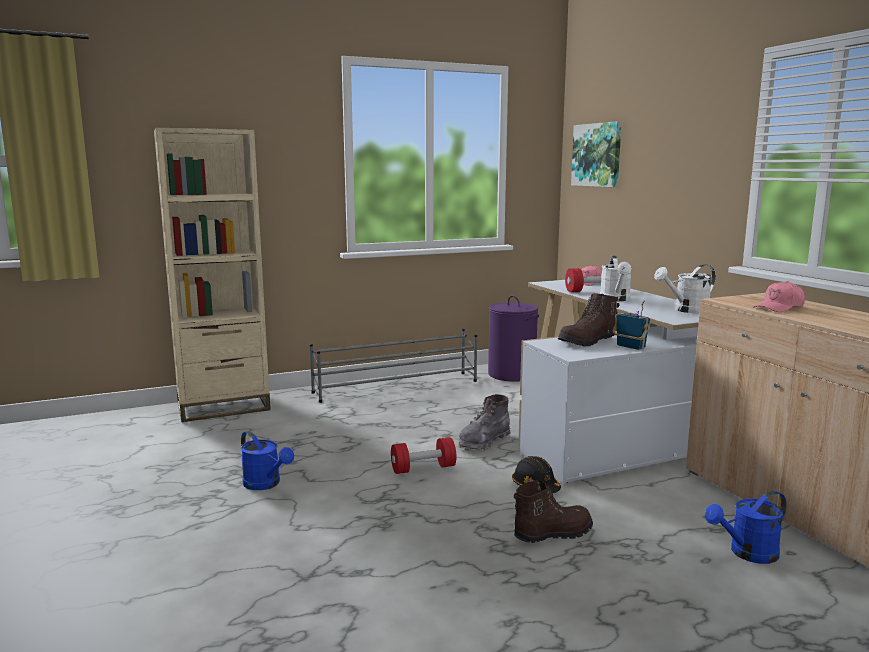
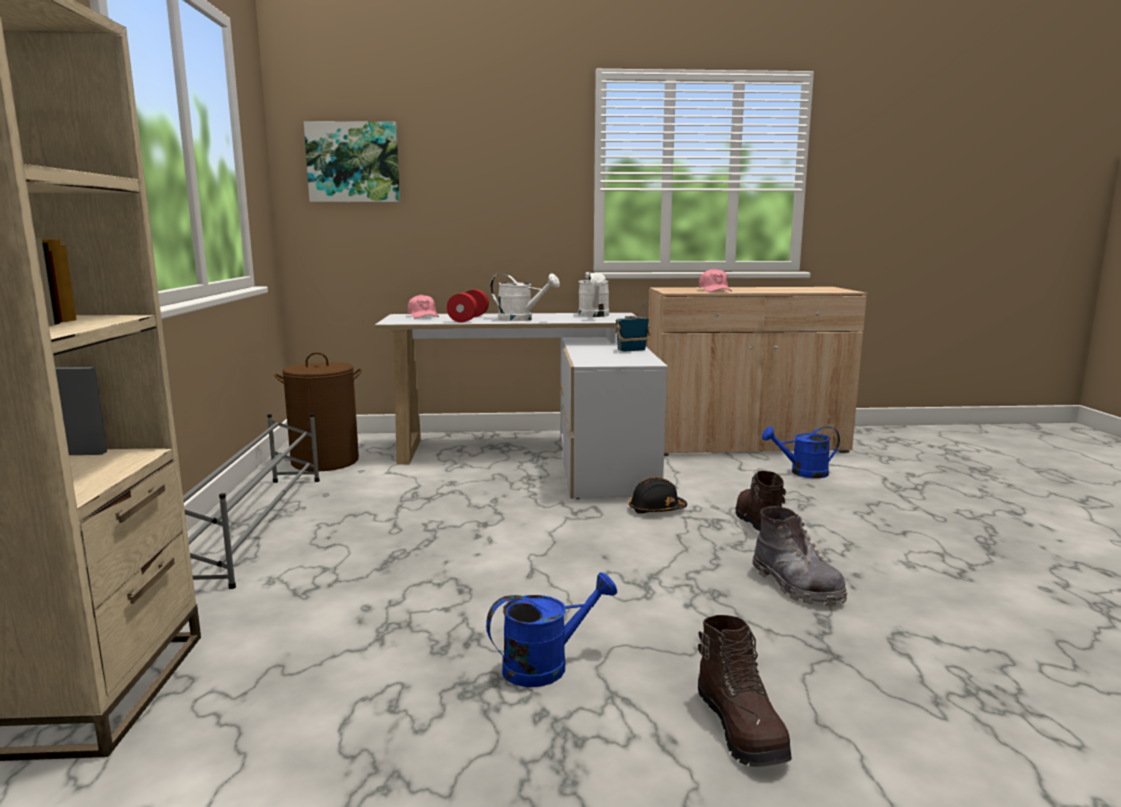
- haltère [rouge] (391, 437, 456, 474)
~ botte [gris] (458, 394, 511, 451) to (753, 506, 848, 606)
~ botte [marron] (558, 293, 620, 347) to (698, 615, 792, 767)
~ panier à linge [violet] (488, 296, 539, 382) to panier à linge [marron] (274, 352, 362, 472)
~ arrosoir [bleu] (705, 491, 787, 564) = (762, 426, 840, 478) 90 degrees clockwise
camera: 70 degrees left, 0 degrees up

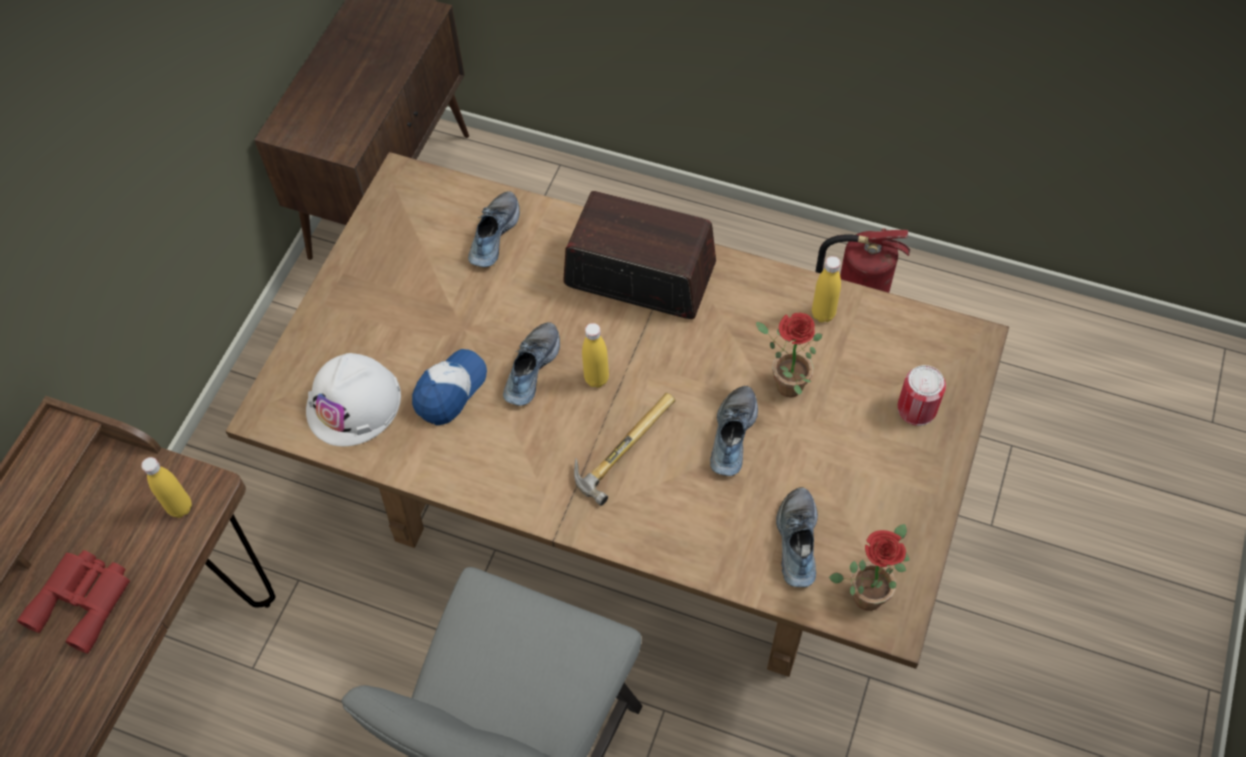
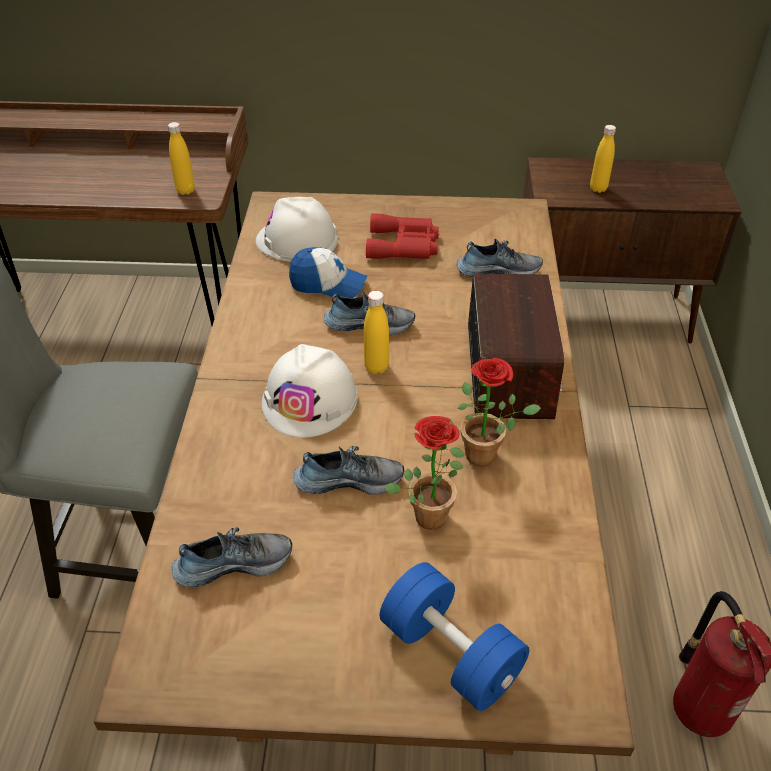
~ jumelles [rouge] (17, 550, 130, 654) to (366, 213, 439, 259)
~ bouteille [jaune] (812, 256, 841, 322) to (590, 125, 616, 193)
~ plante en pot (829, 524, 910, 611) to (458, 358, 541, 466)
~ marteau (574, 393, 675, 506) to casque de chantier [blanc] (261, 344, 358, 438)
~ boîte métallique (898, 365, 946, 426) to haltère [bleu] (380, 562, 530, 711)
camera: 70 degrees right, 15 degrees down

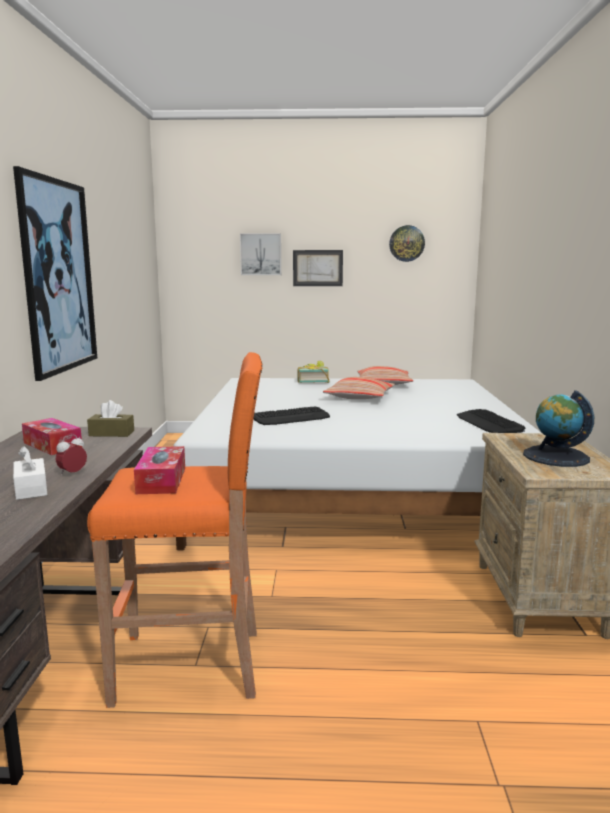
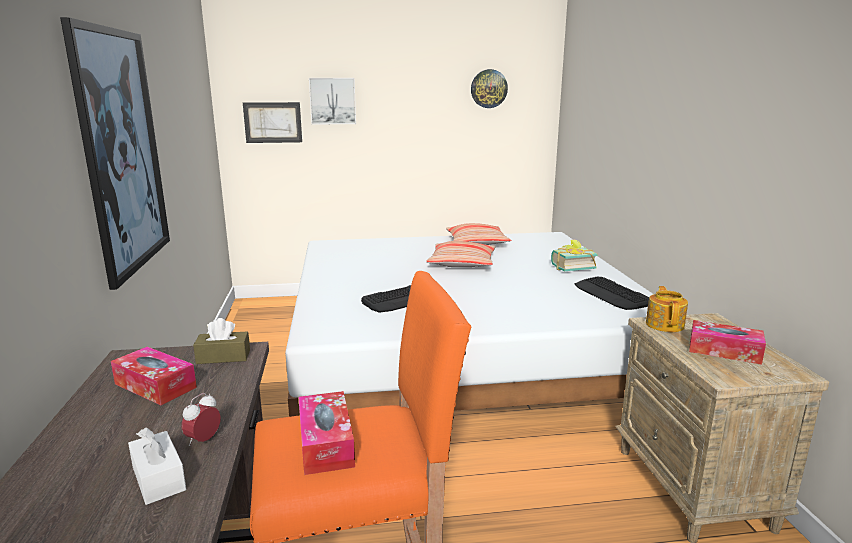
+ théière (646, 286, 688, 332)
~ tableau (293, 250, 343, 286) to (243, 102, 302, 143)
~ livre (297, 361, 330, 383) to (551, 240, 598, 271)
~ globe (523, 390, 594, 467) to boîte à mouchoirs (689, 320, 766, 365)
camera: 10 degrees left, 5 degrees up

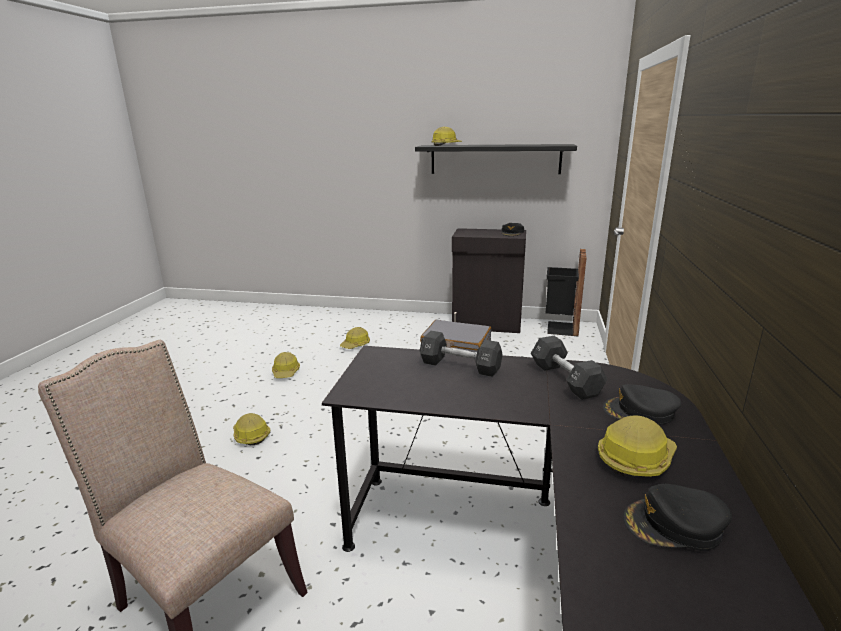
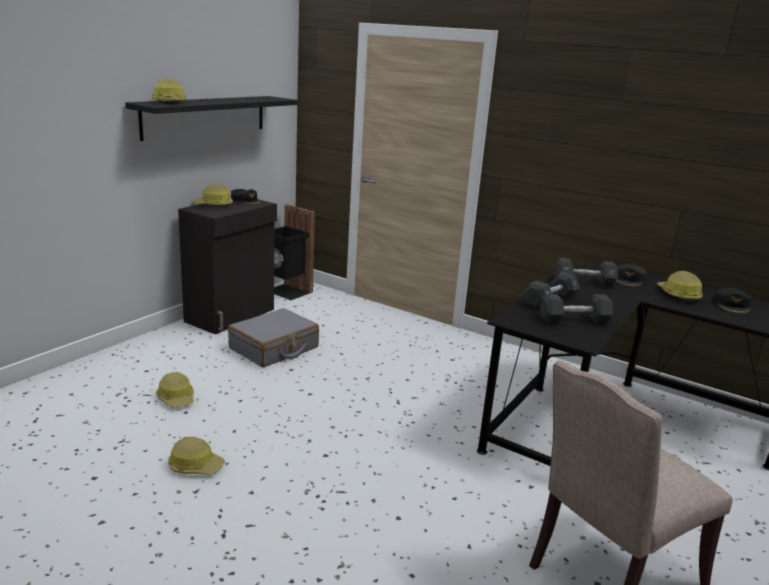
+ haltère [noir] (540, 294, 613, 324)
~ casque de chantier (233, 413, 270, 445) to (193, 184, 233, 206)
camera: 70 degrees left, 0 degrees up

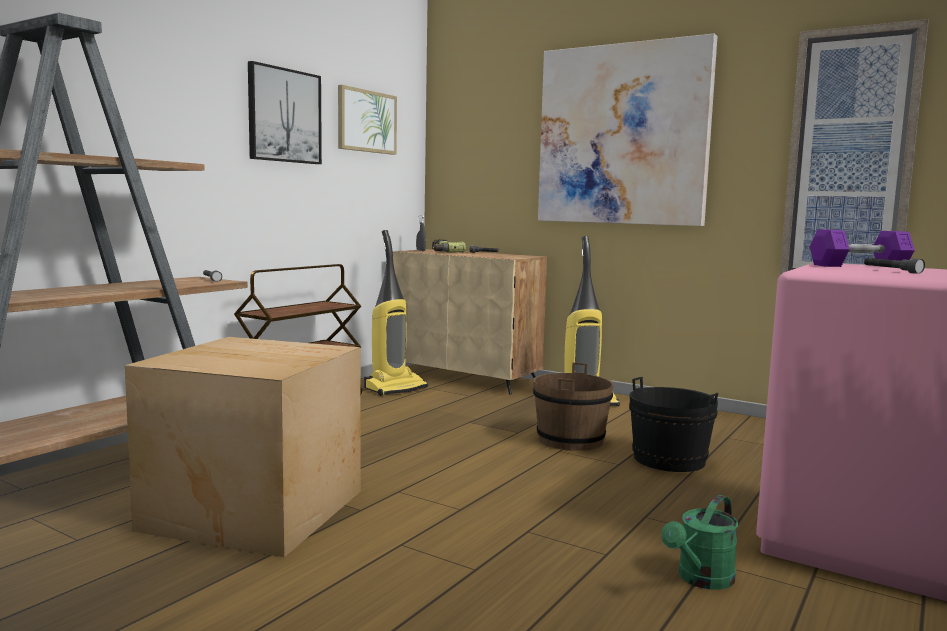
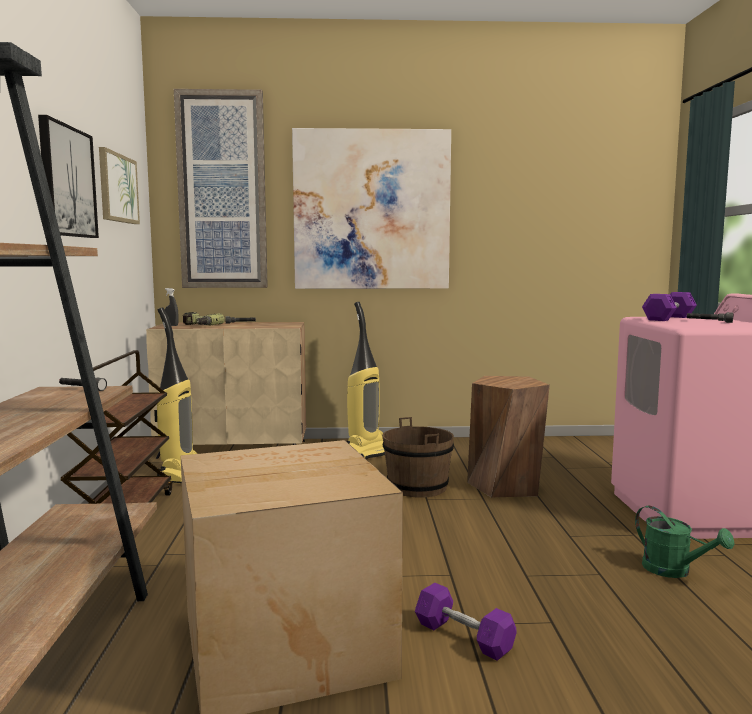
+ haltère [violet] (415, 583, 517, 661)
~ tableau (780, 19, 929, 275) to (174, 89, 268, 288)
~ seau [noir] (629, 377, 718, 472) to tabouret [marron] (467, 376, 550, 497)
~ arrosoir [vert] (661, 495, 738, 589) = (635, 506, 735, 578) 45 degrees counterclockwise
camera: 35 degrees left, 0 degrees up

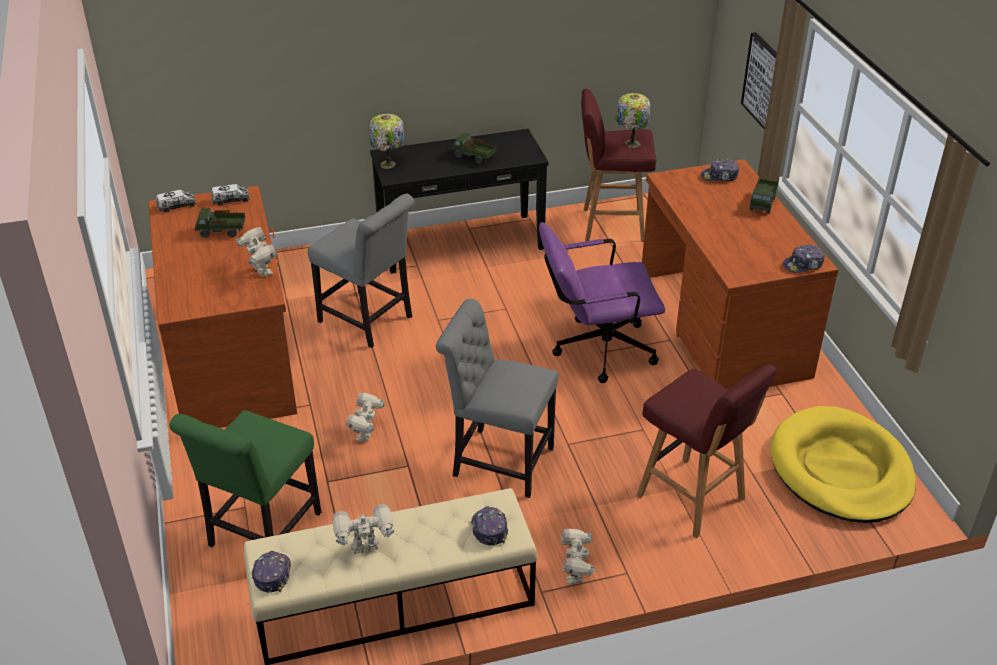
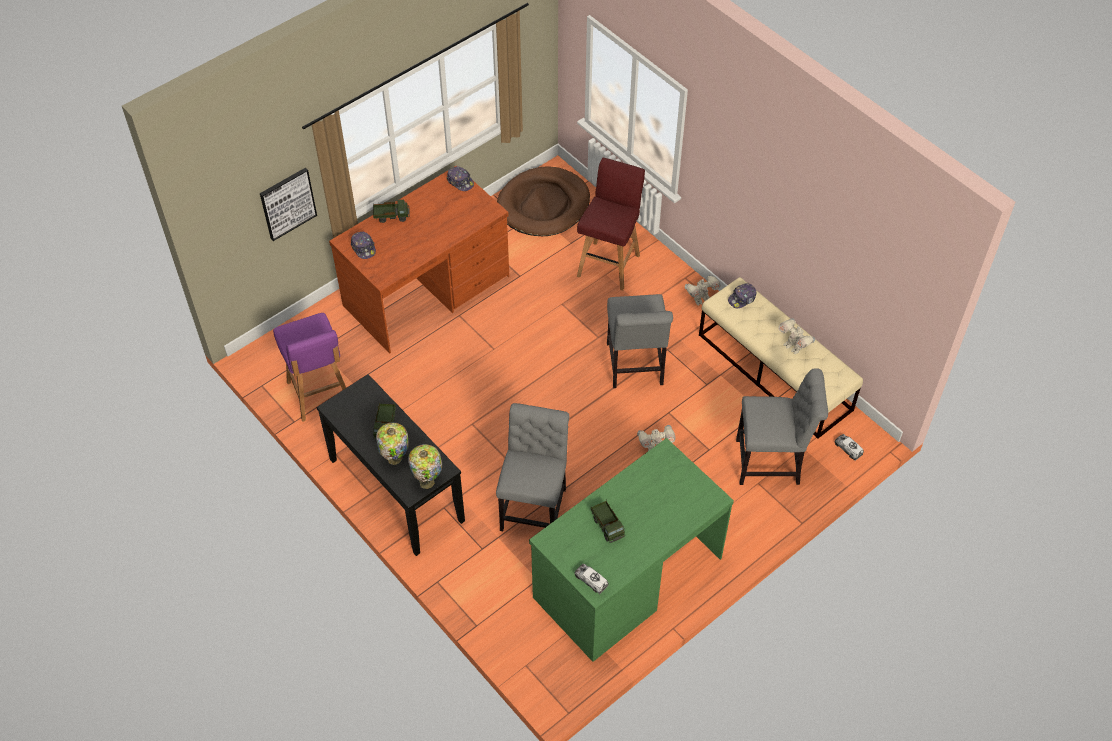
- robot jouet (237, 227, 277, 277)
- casquette (252, 551, 291, 593)
- chaise de bureau [violet] (539, 222, 665, 383)
~ camion jouet (211, 184, 250, 206) to (835, 434, 864, 461)
~ lampe de table (615, 93, 651, 148) to (376, 423, 409, 465)
~ bureau [marron] (148, 186, 297, 428) to bureau [vert] (529, 438, 734, 662)
~ chaise [vert] (169, 410, 321, 547) to chaise [gris] (736, 368, 828, 485)
~ tabouret [rouge] (581, 89, 656, 242) to tabouret [violet] (273, 313, 346, 422)
~ panier pour chien [jaune] (771, 406, 916, 523) to panier pour chien [marron] (497, 166, 590, 236)
camera: 115 degrees left, 15 degrees up

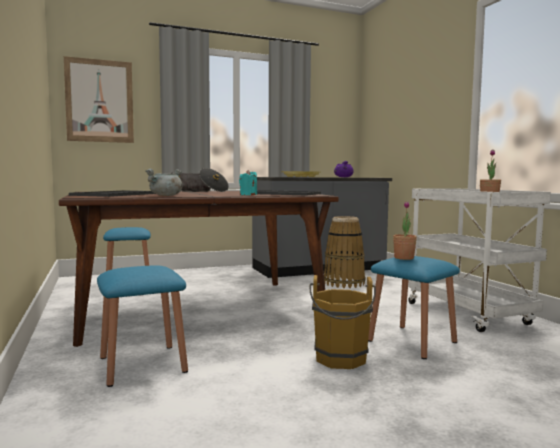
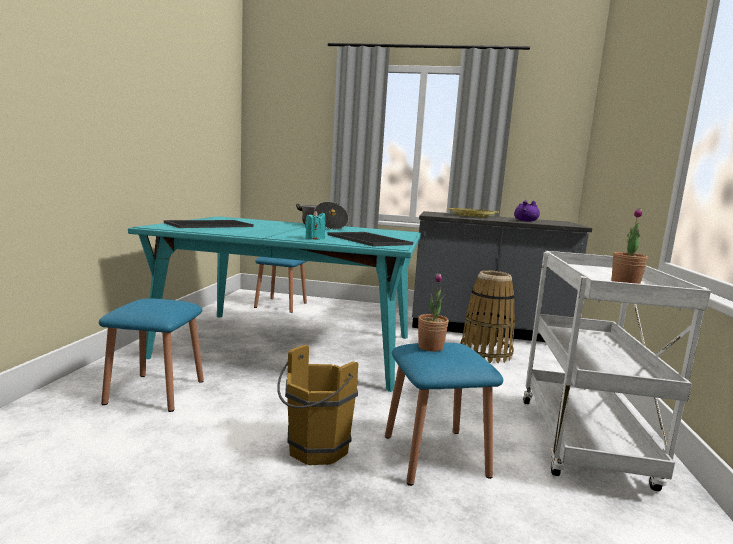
- tableau (64, 56, 134, 143)
- marmite [gris] (145, 169, 182, 196)
~ table à manger [marron] (59, 191, 339, 347) to table à manger [turquoise] (128, 216, 421, 392)
camera: 30 degrees right, 5 degrees up

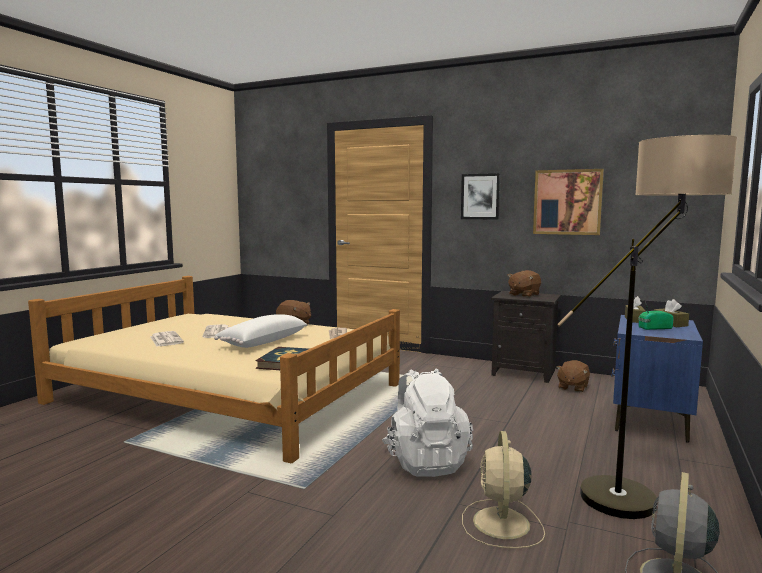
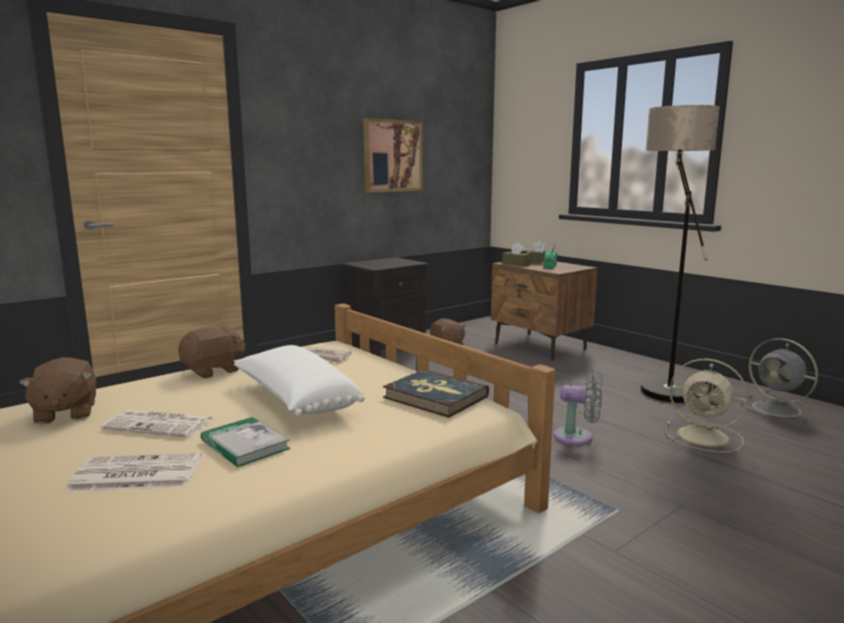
- tableau (461, 173, 500, 220)
+ livre (201, 417, 290, 467)
~ peluche [marron] (508, 270, 541, 297) to (19, 357, 96, 424)
~ sac à dos [blanc] (382, 368, 473, 477) to ventilateur [gris] (554, 370, 602, 446)
~ table de chevet [bleu] (611, 315, 703, 443) to table de chevet [marron] (491, 262, 598, 360)
camera: 65 degrees left, 5 degrees up

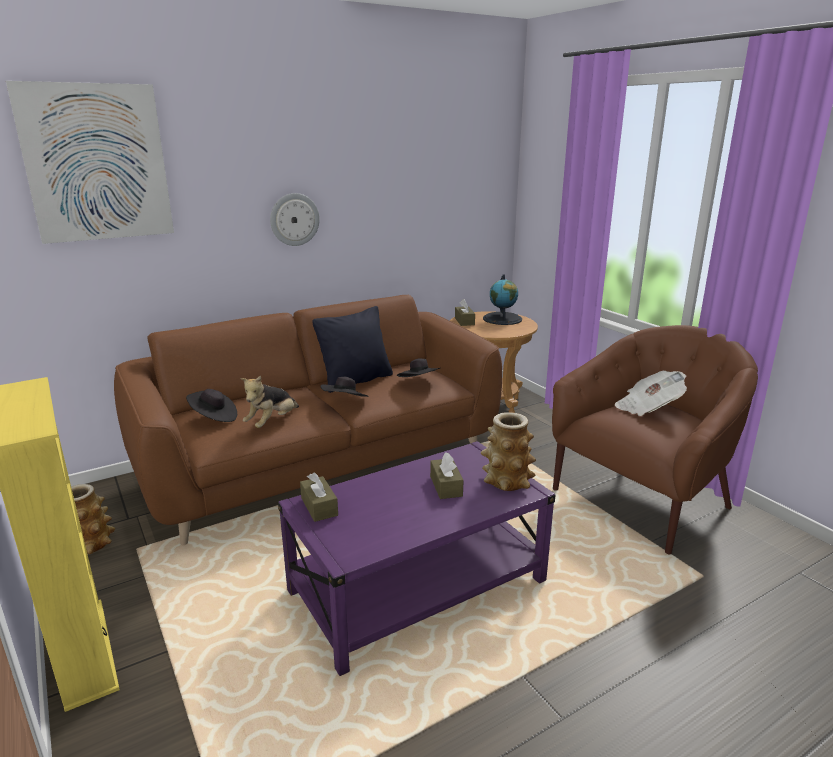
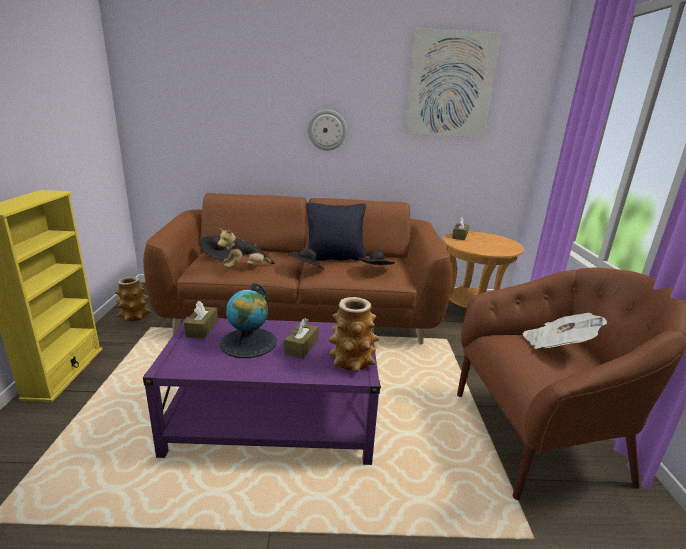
~ tableau (6, 81, 174, 244) to (404, 28, 501, 138)
~ globe (483, 274, 522, 325) to (220, 283, 277, 358)
camera: 30 degrees right, 0 degrees up

